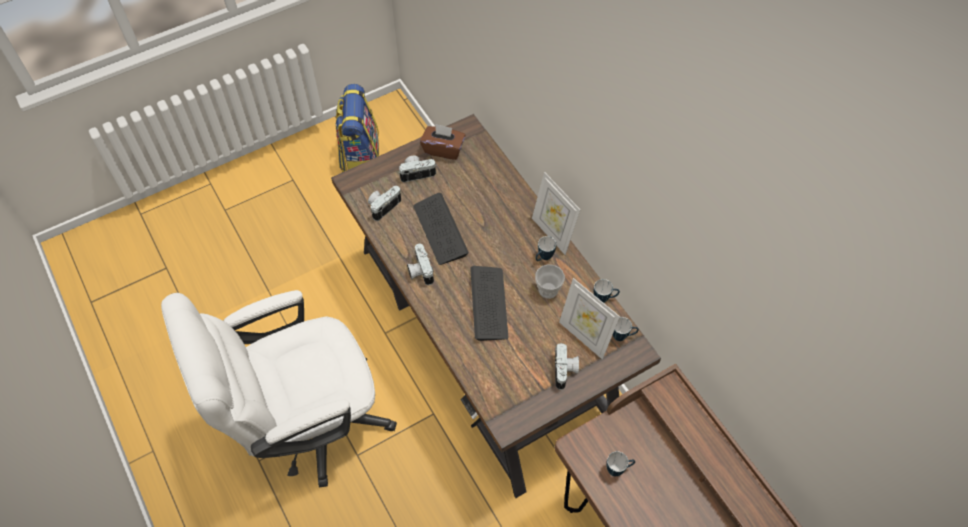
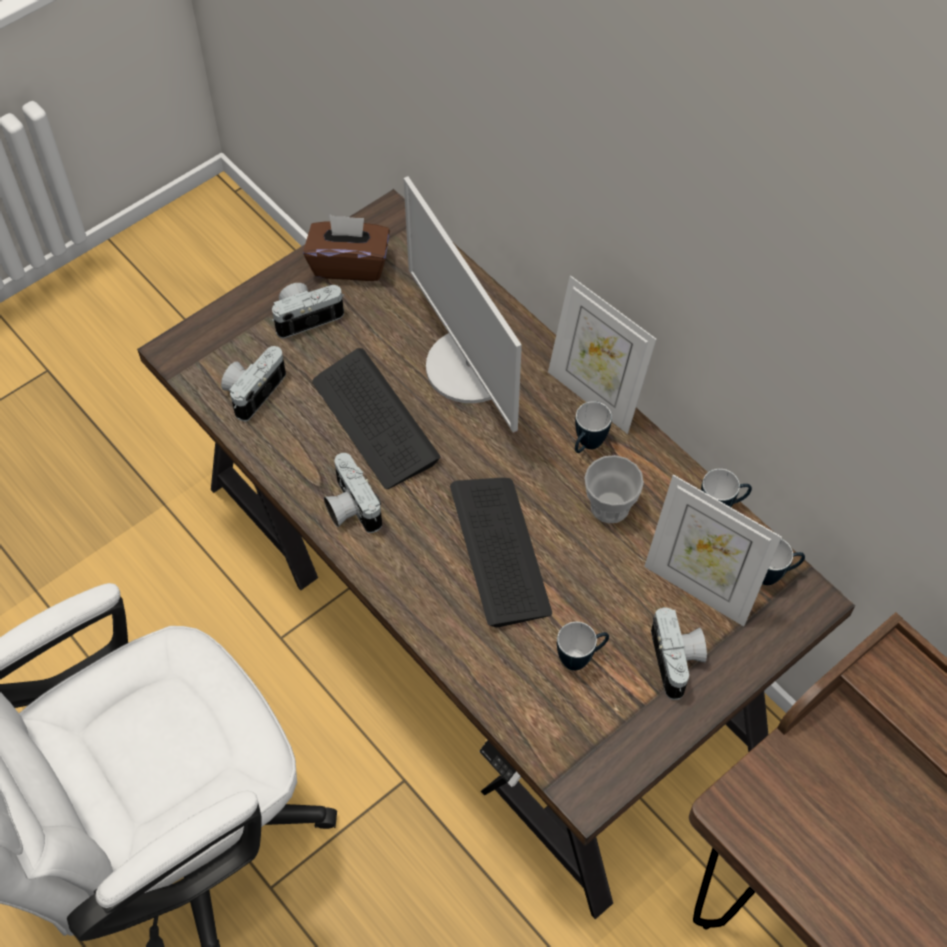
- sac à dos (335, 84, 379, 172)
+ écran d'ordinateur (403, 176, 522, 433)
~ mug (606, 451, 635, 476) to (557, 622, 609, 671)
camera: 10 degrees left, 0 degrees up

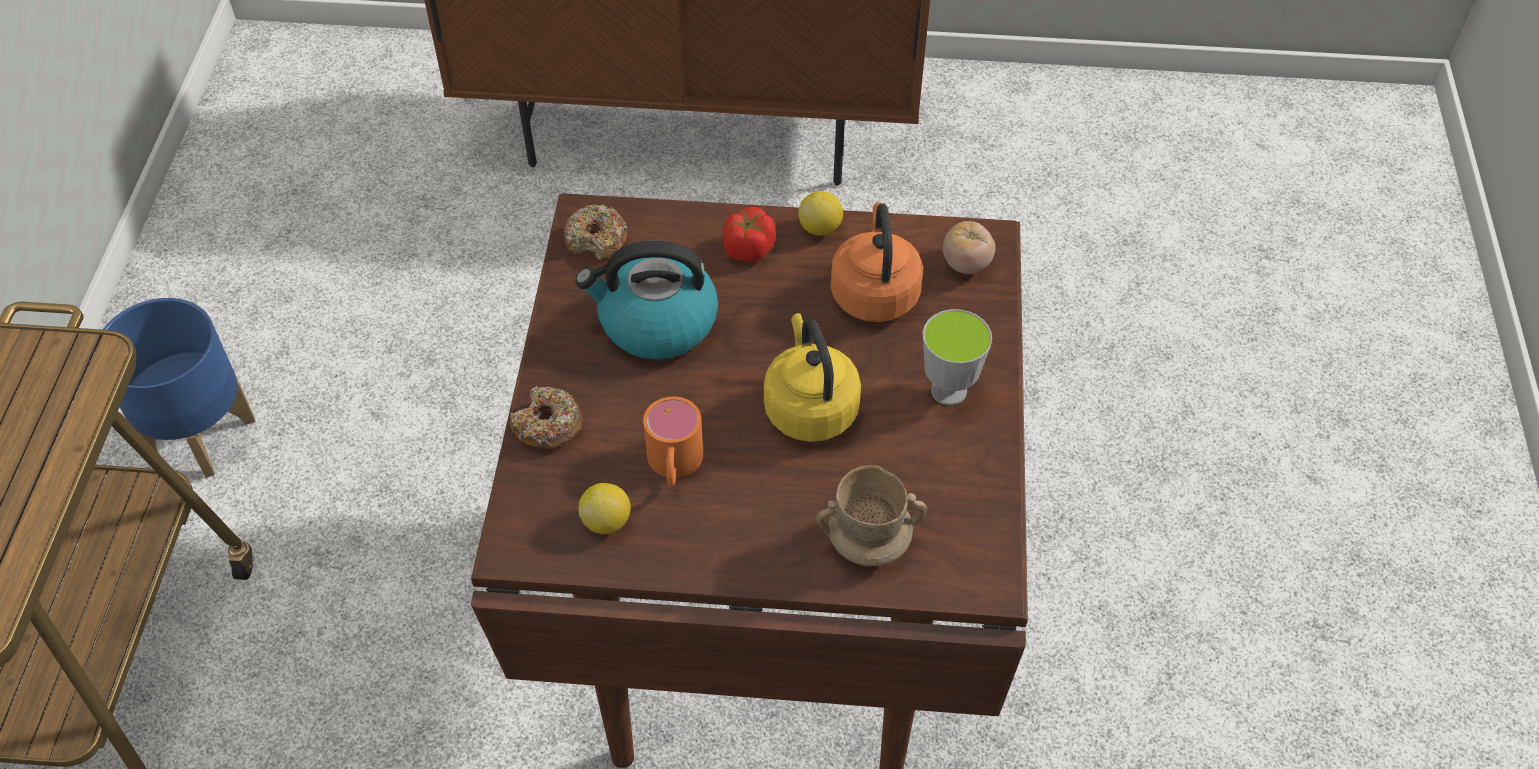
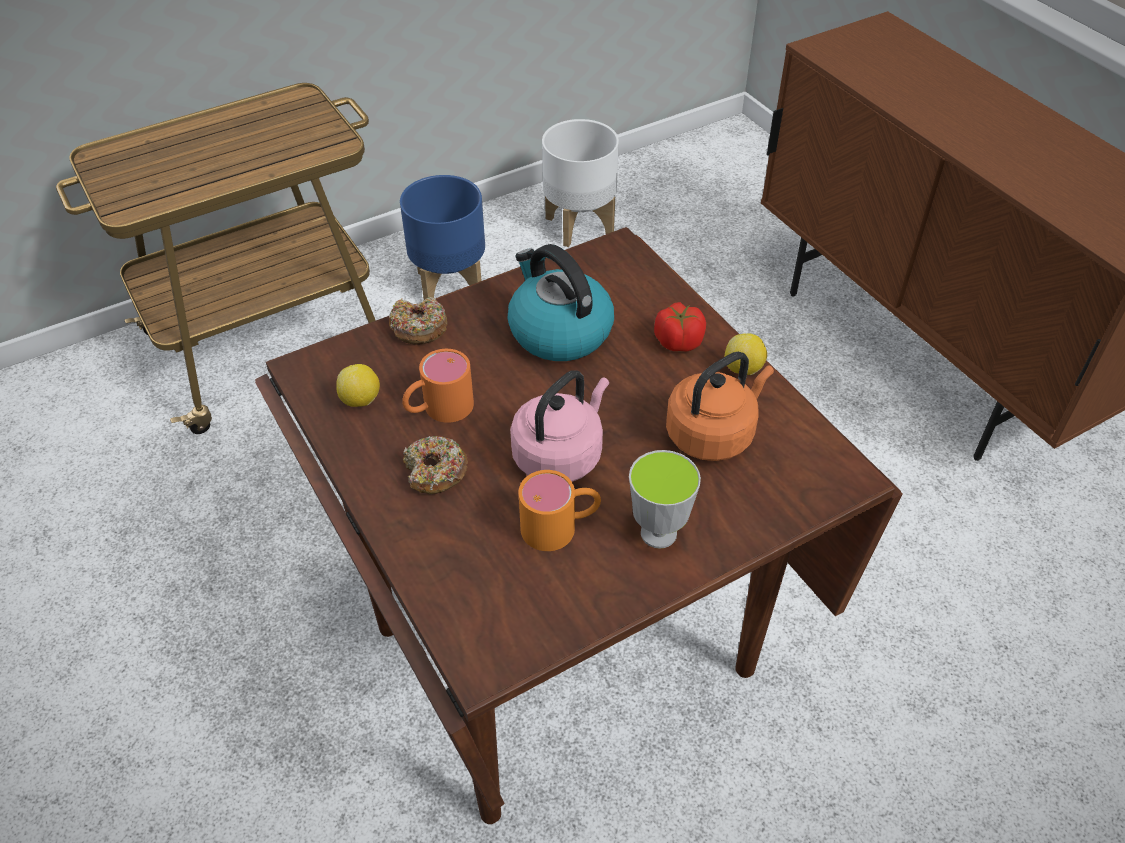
- mug [beige] (816, 465, 927, 566)
- tomate (943, 221, 995, 274)
+ mug [orange] (519, 470, 601, 551)
+ cache-pot [blanc] (542, 119, 619, 247)
~ beignet (564, 204, 627, 260) to (403, 436, 468, 494)
~ bouilloire [jaune] (764, 313, 861, 442) to bouilloire [rose] (510, 370, 609, 482)
camera: 55 degrees right, 5 degrees down

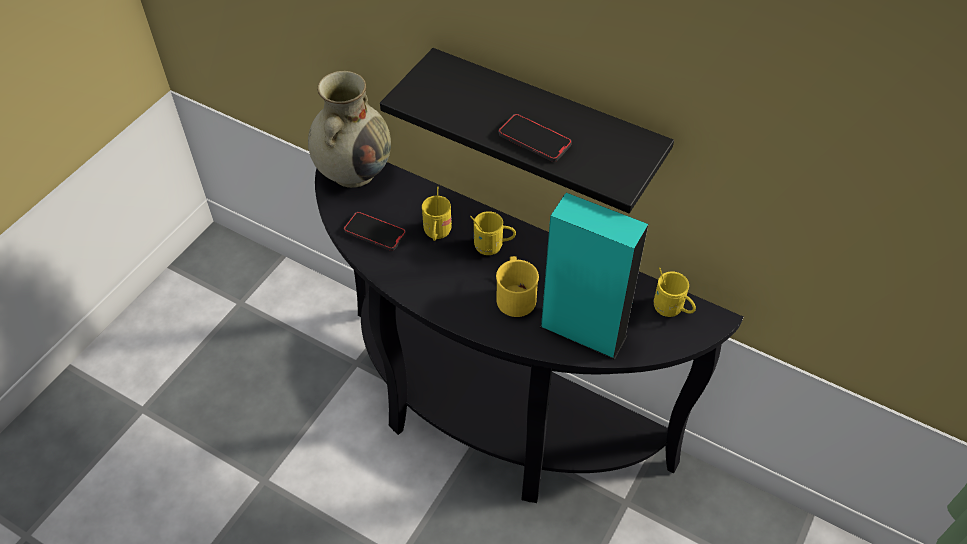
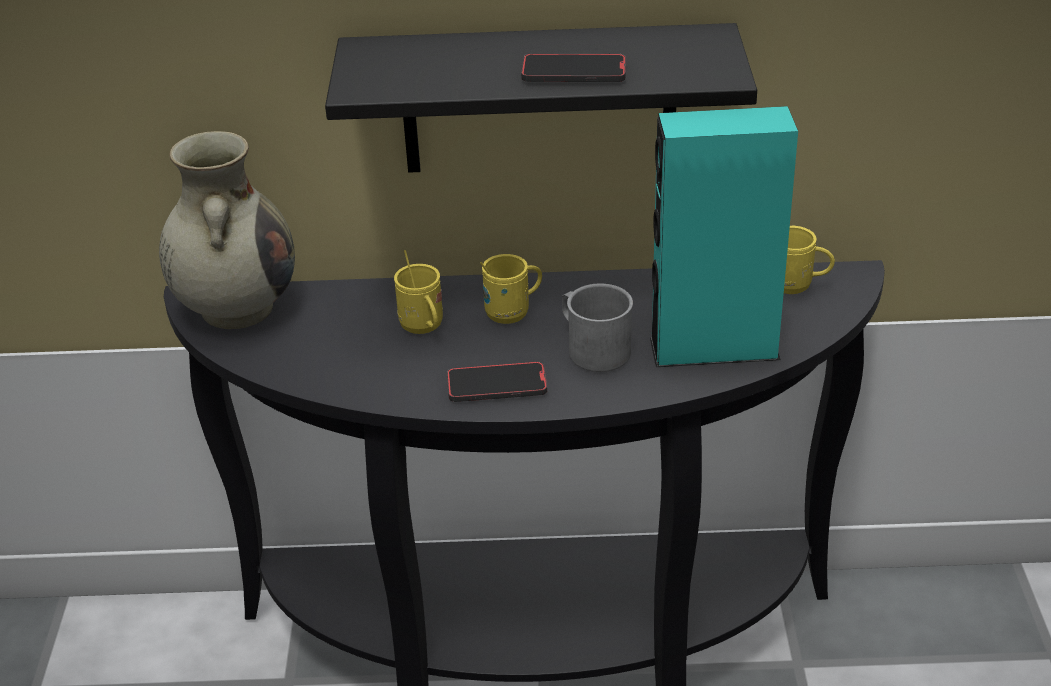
~ téléphone (344, 212, 406, 251) to (447, 361, 547, 402)
~ mug [jaune] (496, 256, 539, 317) to mug [gris] (562, 284, 633, 372)
camera: 30 degrees left, 15 degrees down

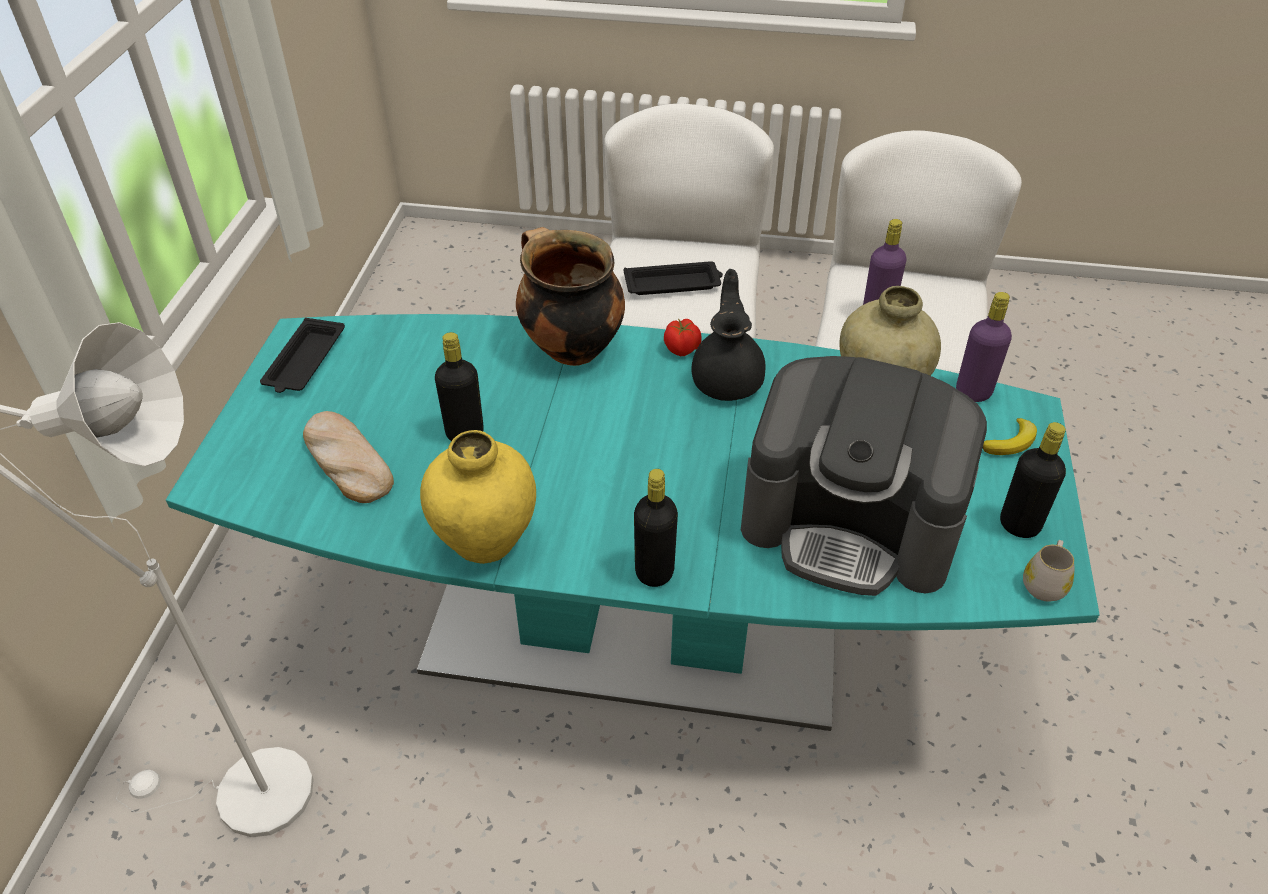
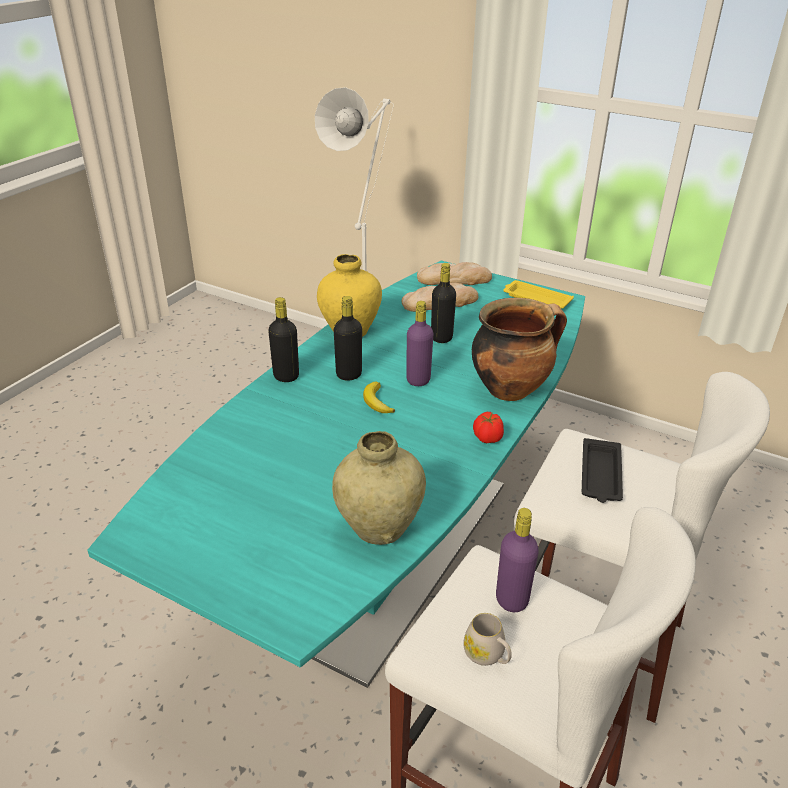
- théière [noir] (692, 269, 766, 401)
- machine à café (741, 356, 987, 596)
+ pain (417, 262, 492, 285)
~ bouteille [violet] (956, 292, 1012, 402) to (406, 301, 433, 386)
~ banane (983, 418, 1037, 455) to (363, 382, 395, 413)
~ bouteille [noir] (1000, 422, 1066, 538) to (334, 296, 362, 380)
~ mug [blanc] (1023, 540, 1074, 602) to (463, 613, 512, 666)
~ plateau [noir] (260, 318, 345, 393) to plateau [jaune] (503, 280, 574, 309)
camera: 110 degrees right, 10 degrees down

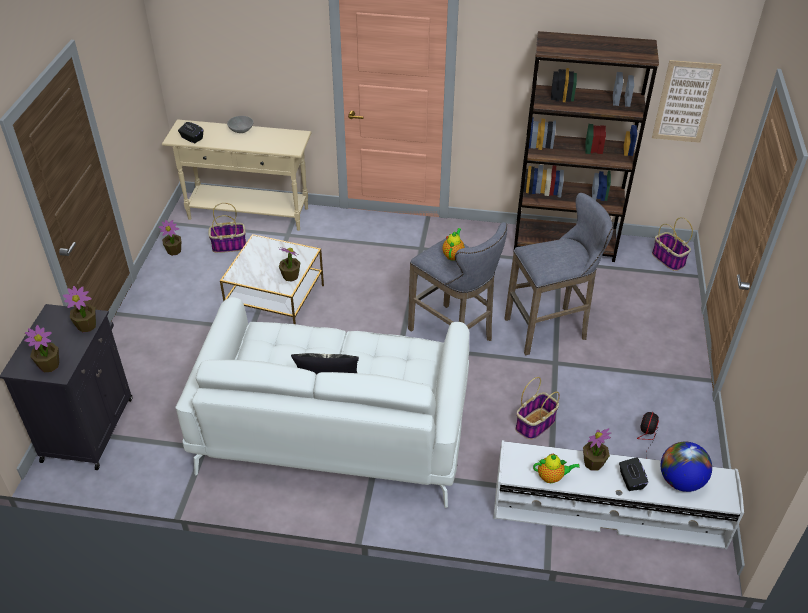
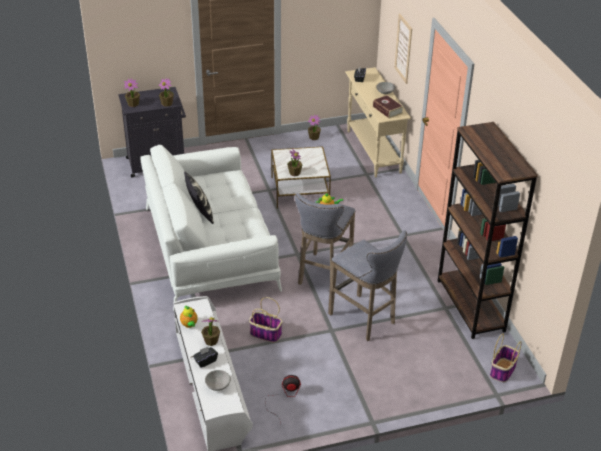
- panier (209, 203, 246, 253)
+ livre (373, 95, 404, 119)
~ tableau (652, 60, 721, 143) to (394, 14, 412, 84)
~ globe (661, 442, 712, 492) to bol [gris] (205, 370, 231, 391)
camera: 65 degrees right, 5 degrees down

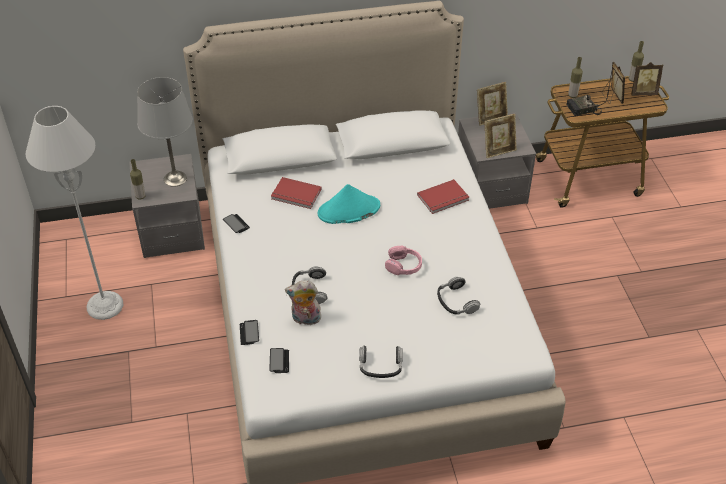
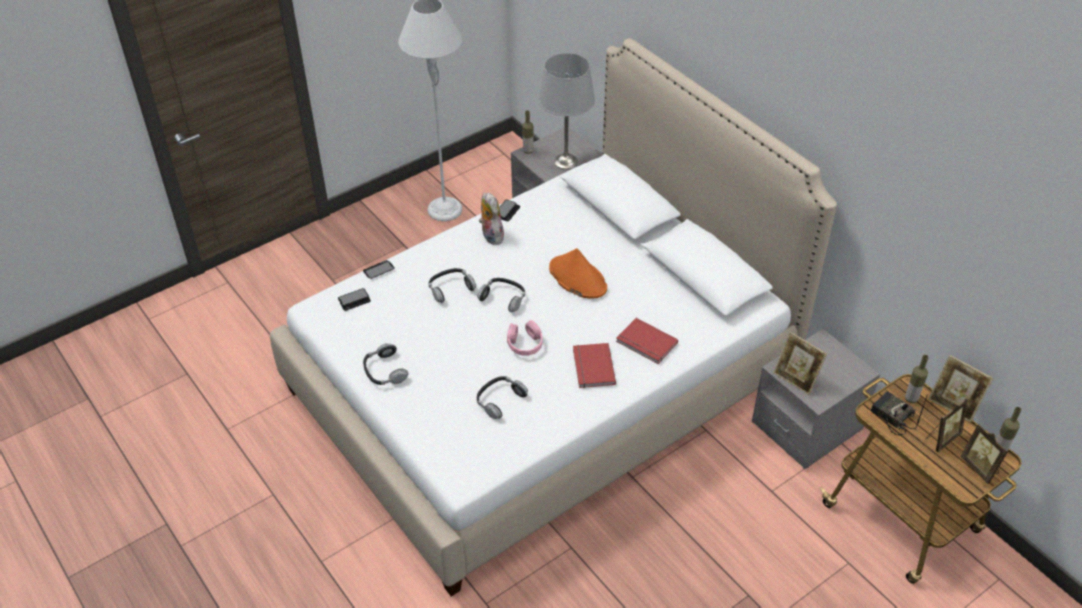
+ casque audio (477, 278, 525, 312)
~ livre [rouge] (271, 177, 322, 209) to (573, 343, 616, 388)
~ peluche (285, 280, 321, 325) to (479, 193, 504, 245)
~ cadre photo (477, 82, 508, 126) to (928, 355, 993, 423)
~ chapeau [turquoise] (318, 184, 380, 224) to chapeau [orange] (549, 248, 607, 298)
camera: 65 degrees right, 0 degrees up

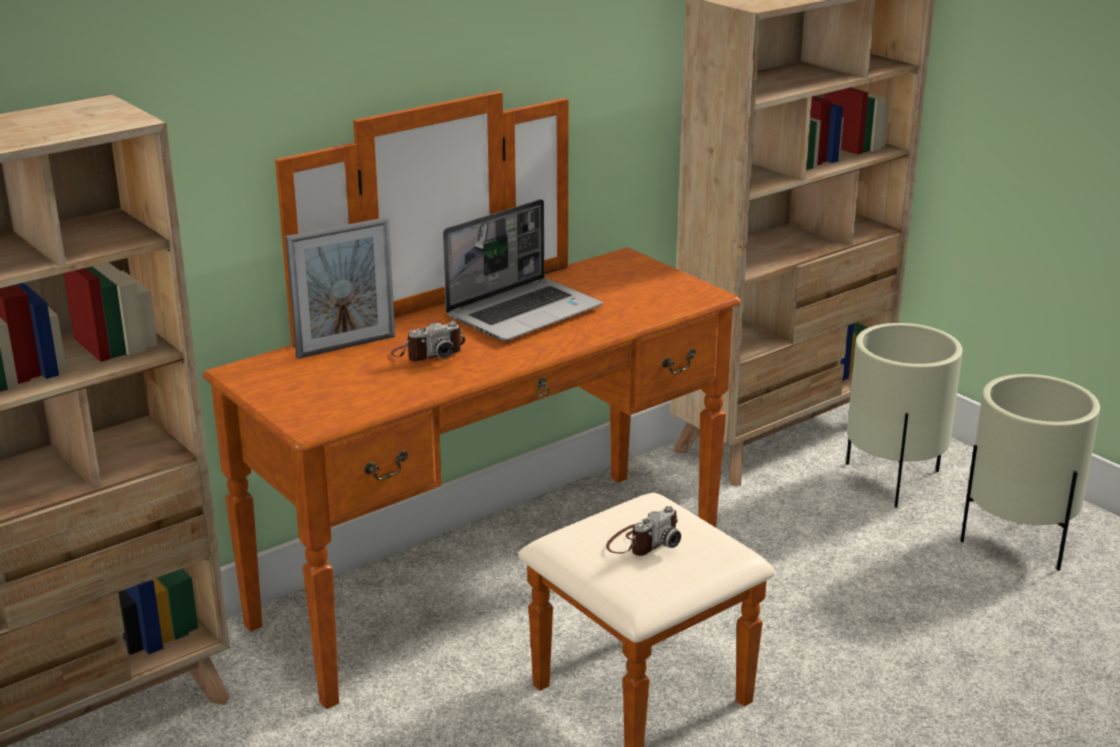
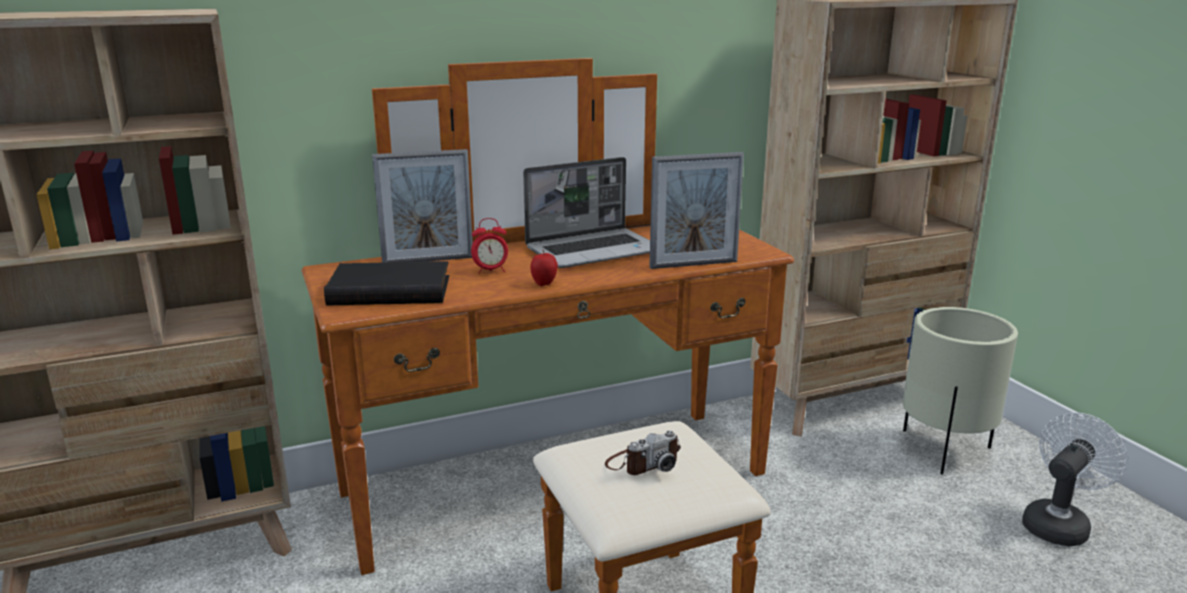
+ livre [noir] (324, 261, 449, 305)
+ pomme (530, 250, 558, 286)
+ cadre photo (649, 152, 744, 269)
~ appareil photo (390, 321, 465, 361) to réveil (471, 218, 508, 274)
~ cache-pot [beige] (960, 374, 1100, 571) to ventilateur [blanc] (1022, 412, 1127, 546)
camera: 15 degrees right, 5 degrees down

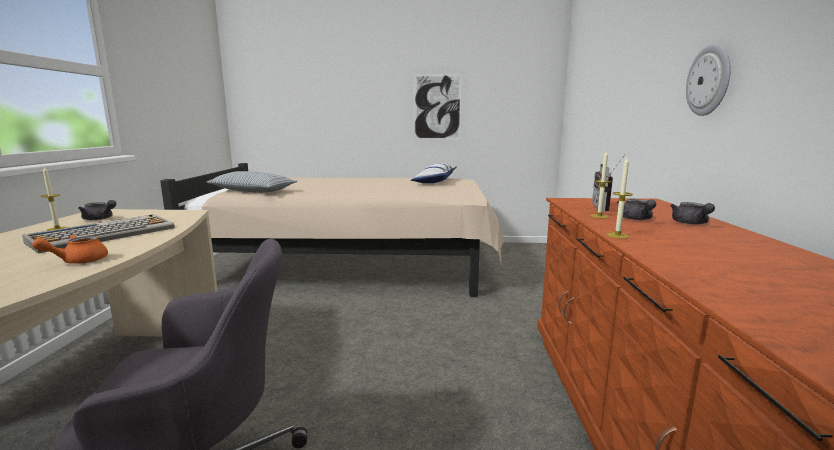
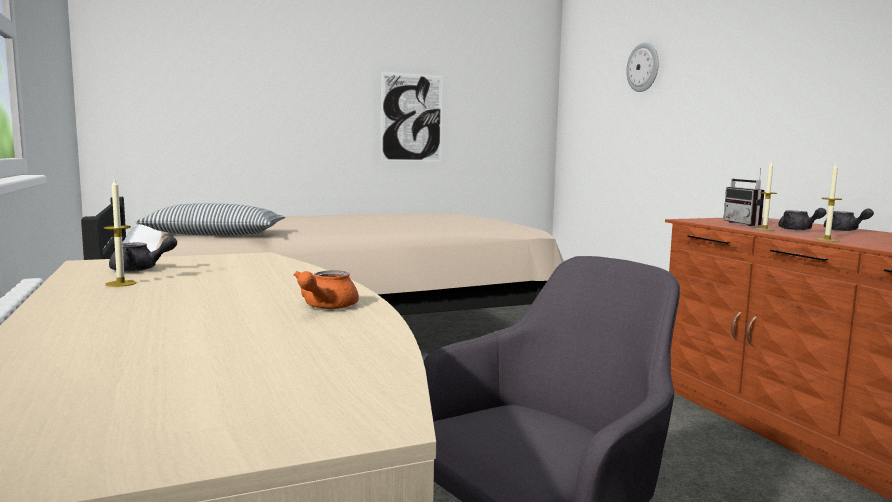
- clavier (22, 214, 175, 253)
- coussin (411, 163, 457, 183)
~ horloge murale (686, 44, 730, 116) to (626, 43, 659, 92)
camera: 25 degrees left, 5 degrees down

